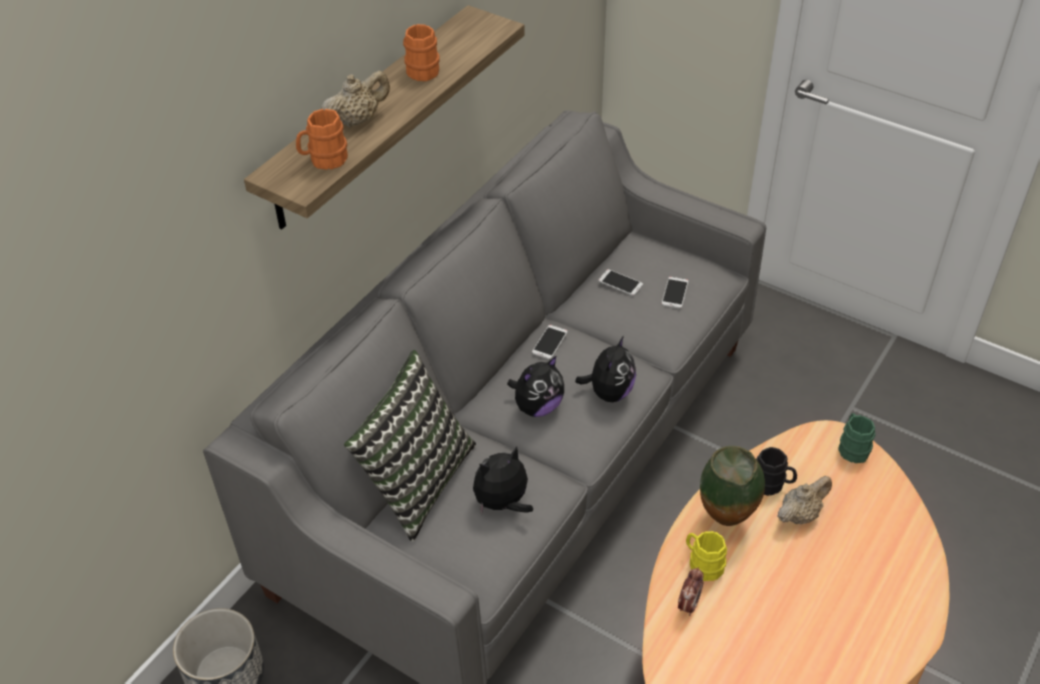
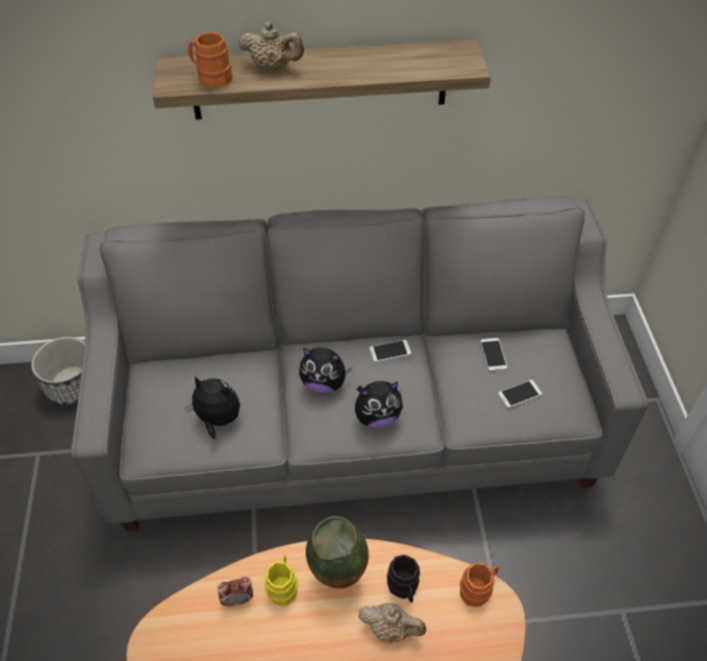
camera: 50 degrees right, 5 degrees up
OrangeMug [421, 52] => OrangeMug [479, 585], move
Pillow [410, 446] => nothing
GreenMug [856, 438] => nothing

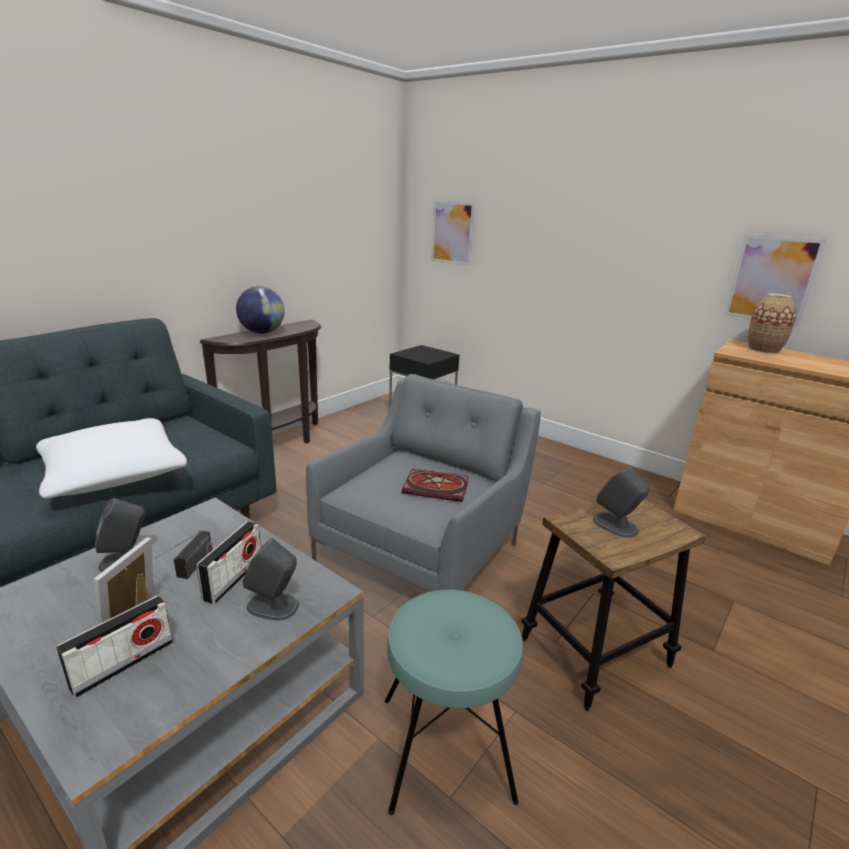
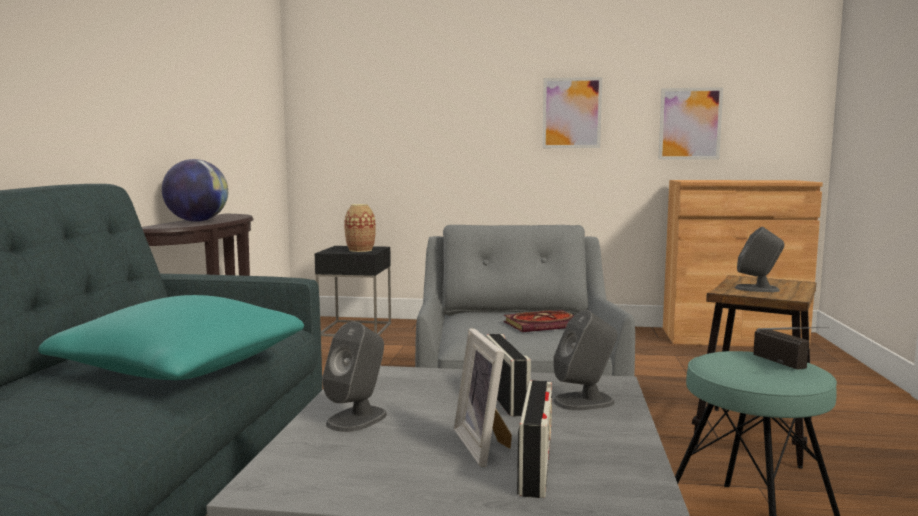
camera: 30 degrees left, 15 degrees down
Picture [453, 233] => Picture [572, 112], move
Vase [772, 324] => Vase [360, 228], move
WhitePillow [111, 458] => TurquoisePillow [171, 337]
Radio [184, 555] => Radio [791, 348], move

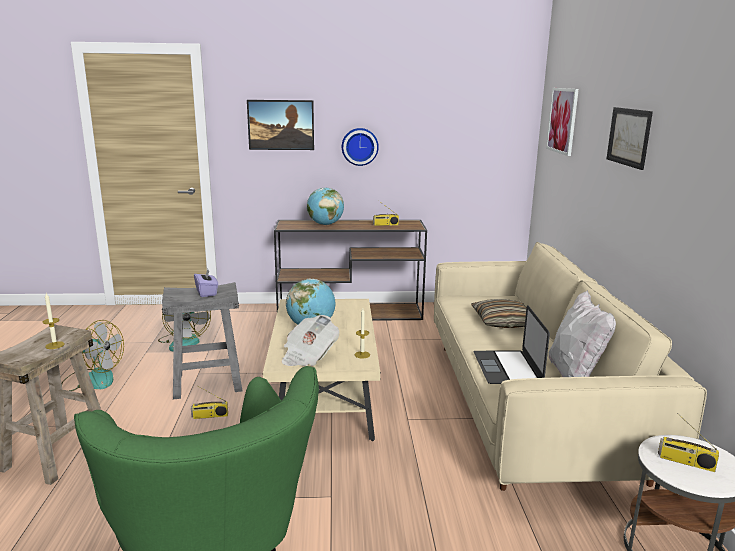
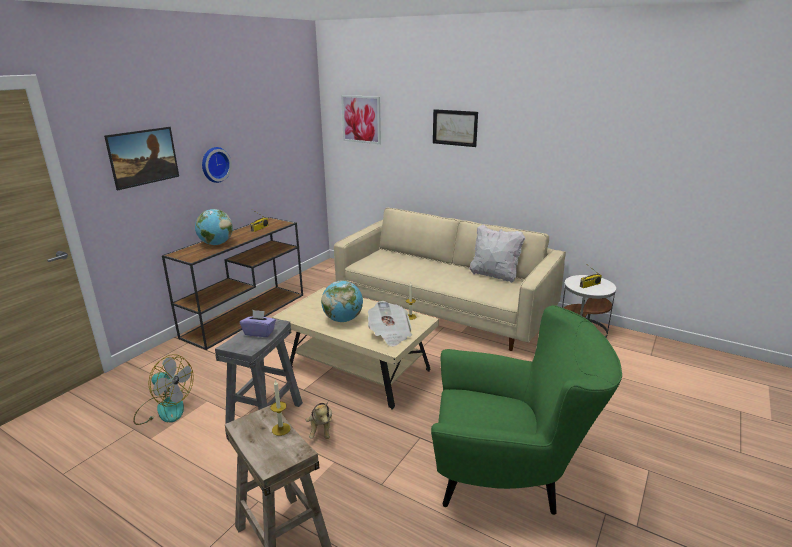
camera: 55 degrees left, 5 degrees up
Pillow [499, 313] => nothing
Laptop [512, 344] => nothing
Fan [92, 355] => nothing
Radio [209, 402] => PlushToy [319, 420]

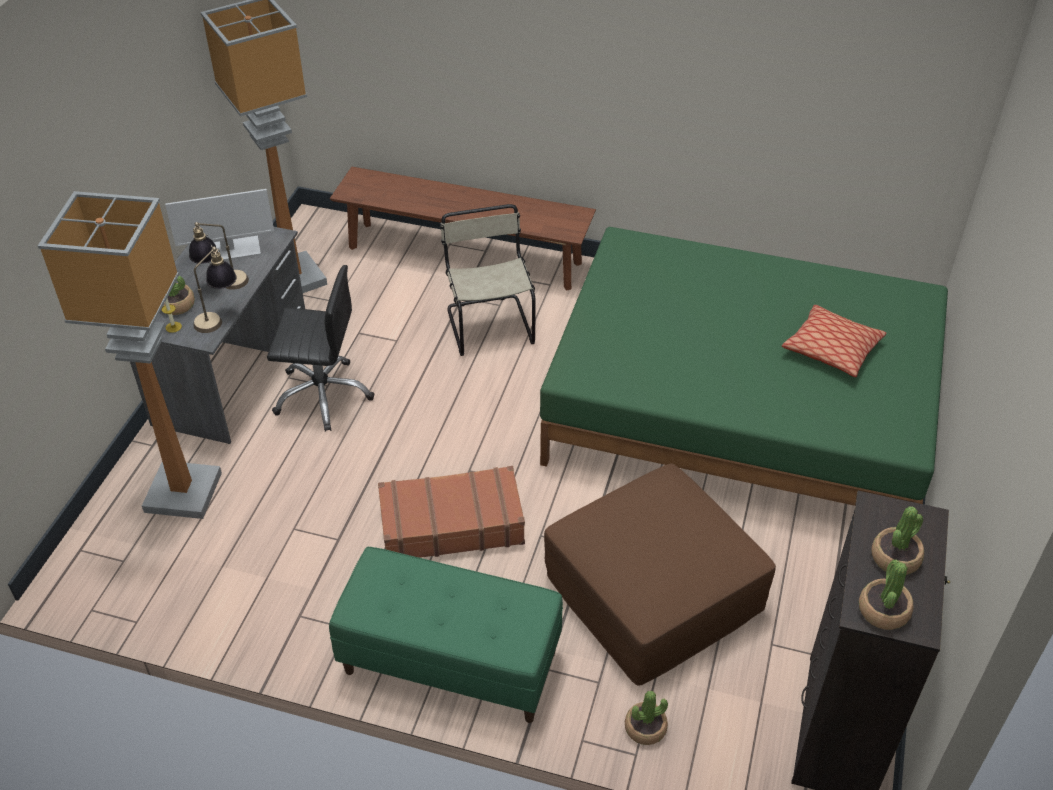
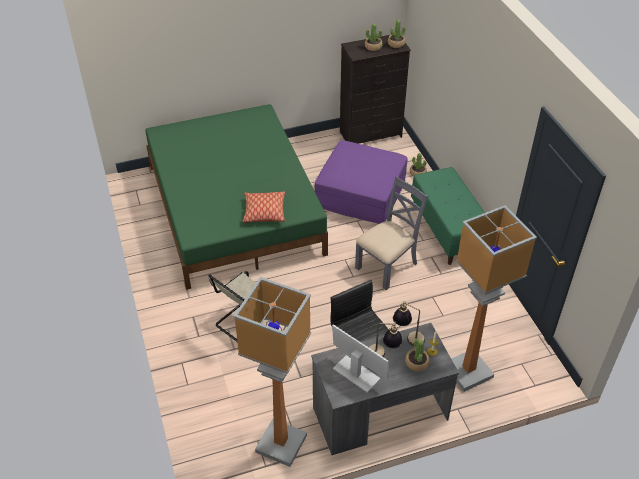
camera: 125 degrees left, 0 degrees up
BrownBench [463, 229] => nothing
Pillow [834, 341] => Pillow [264, 207], move
BrownOttoman [660, 574] => PurpleOttoman [361, 182]
BrownSuitcase [451, 512] => GreyChair [391, 233]

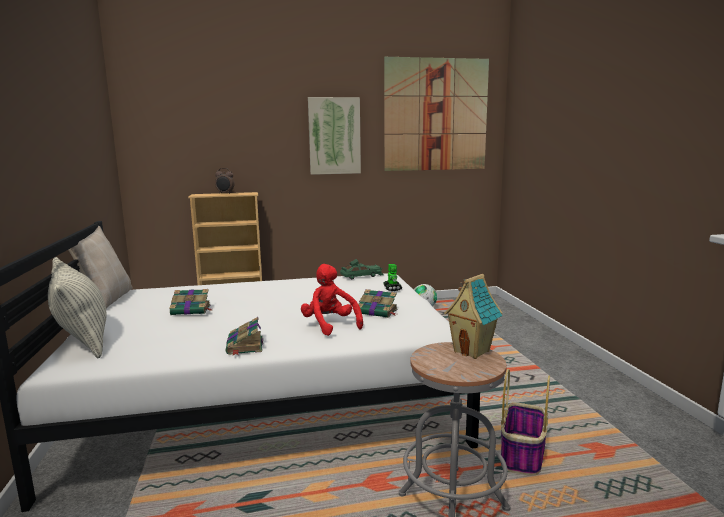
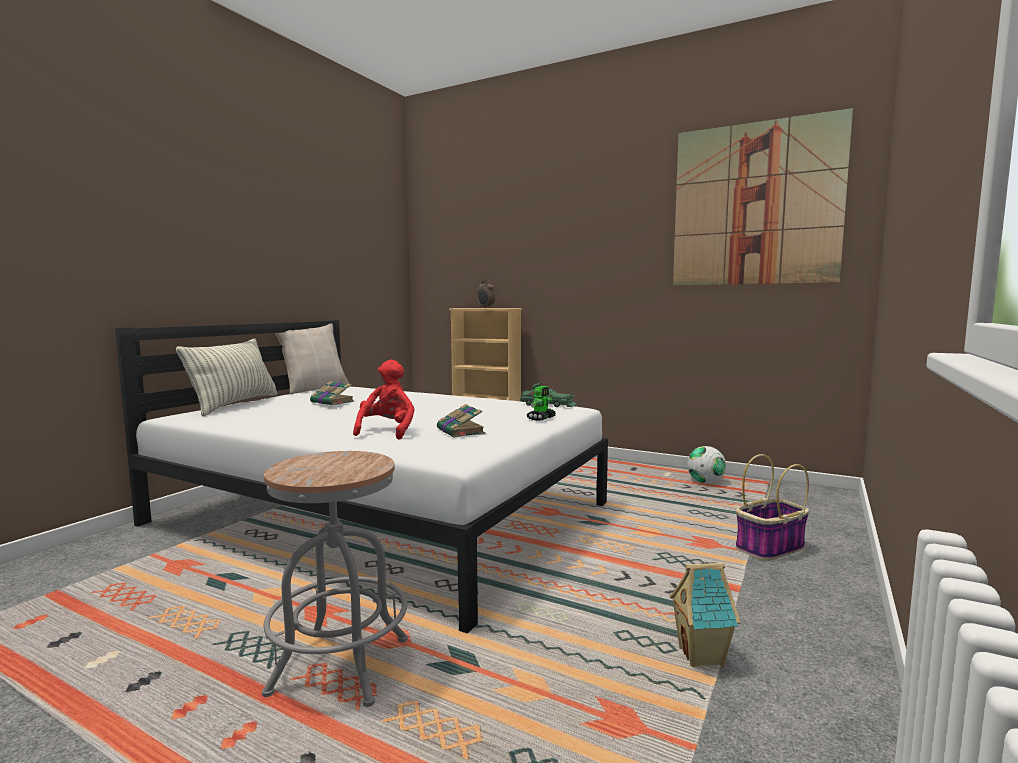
camera: 40 degrees right, 5 degrees down
Picture [334, 136] => nothing
ToyHouse [473, 316] => ToyHouse [705, 614], move
Book [244, 336] => nothing
Basket [525, 422] => Basket [772, 507], move

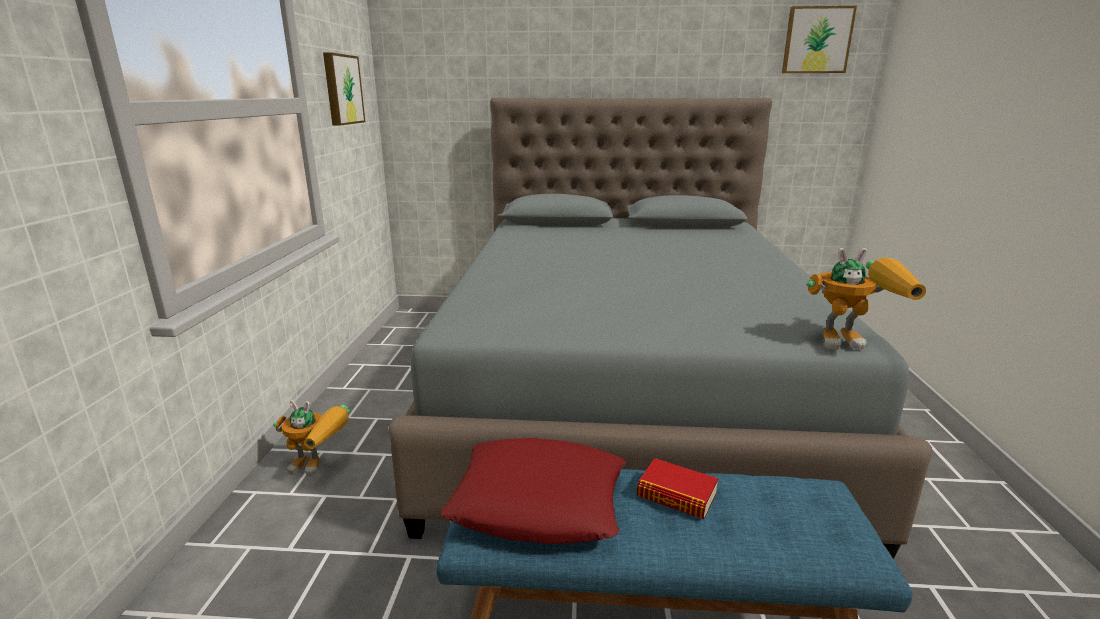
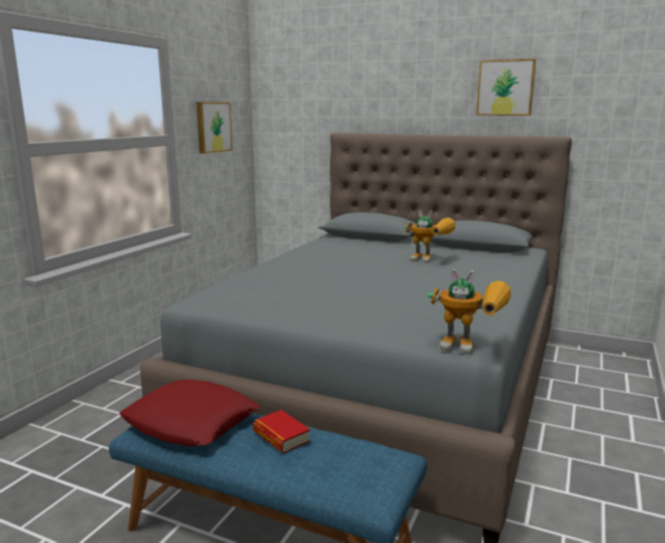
camera: 20 degrees right, 5 degrees down
Picture [819, 39] => Picture [506, 87], move
ToyRobot [311, 438] => ToyRobot [430, 236], move

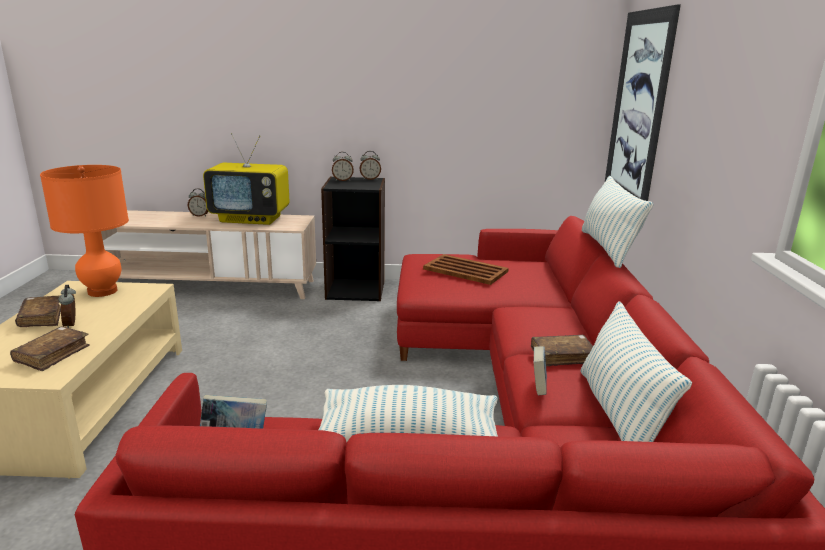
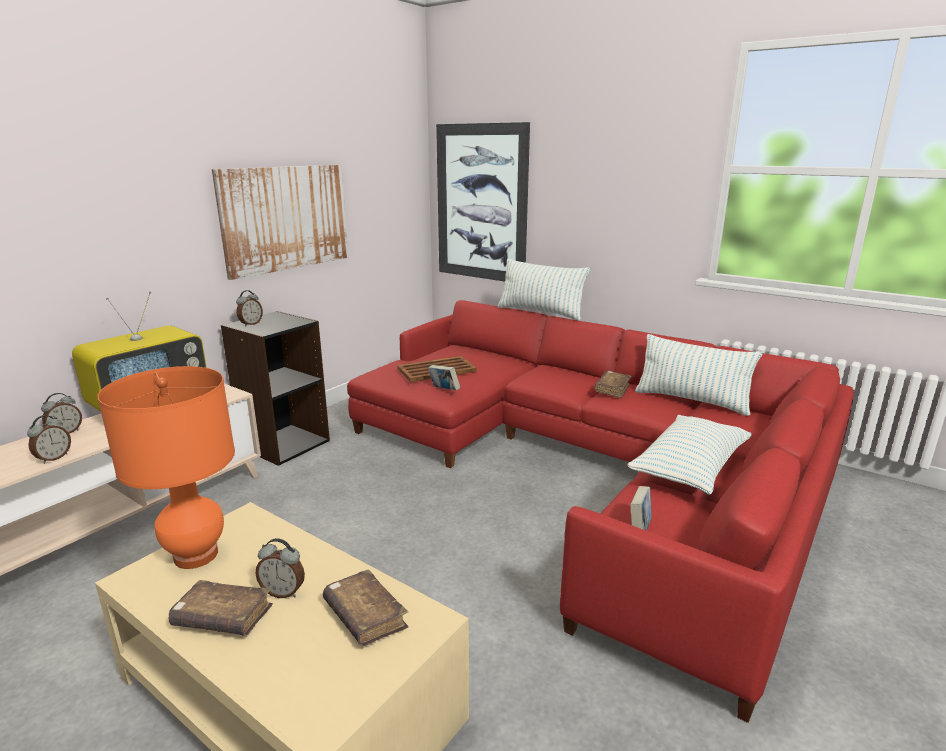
camera: 55 degrees left, 0 degrees up
AlarmClock [370, 165] => AlarmClock [49, 439], move
Book [540, 370] => Book [444, 378], move
nothing => Picture [280, 222]

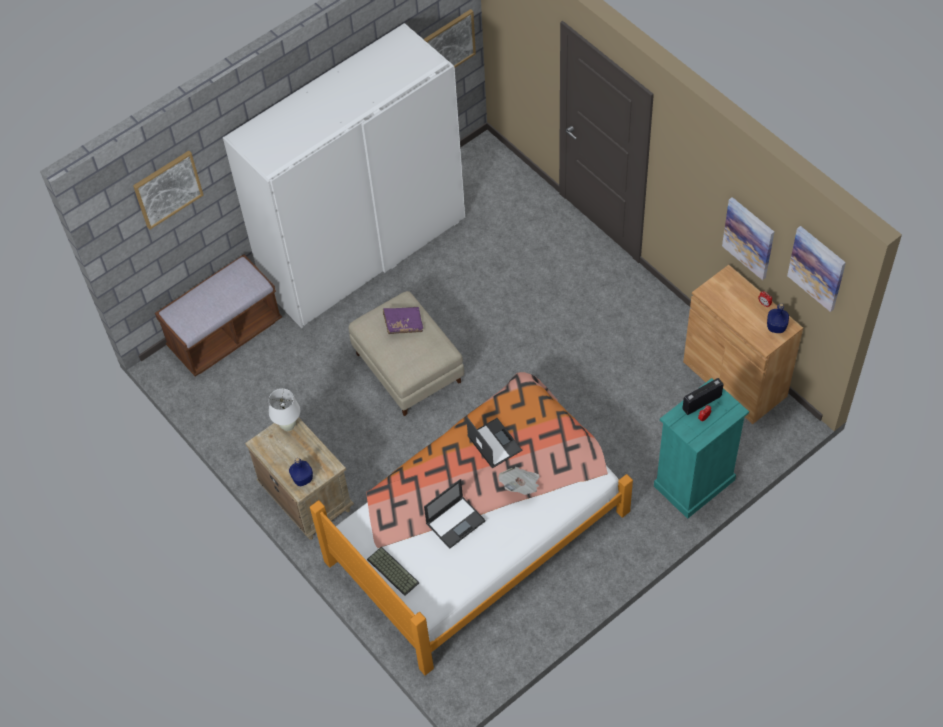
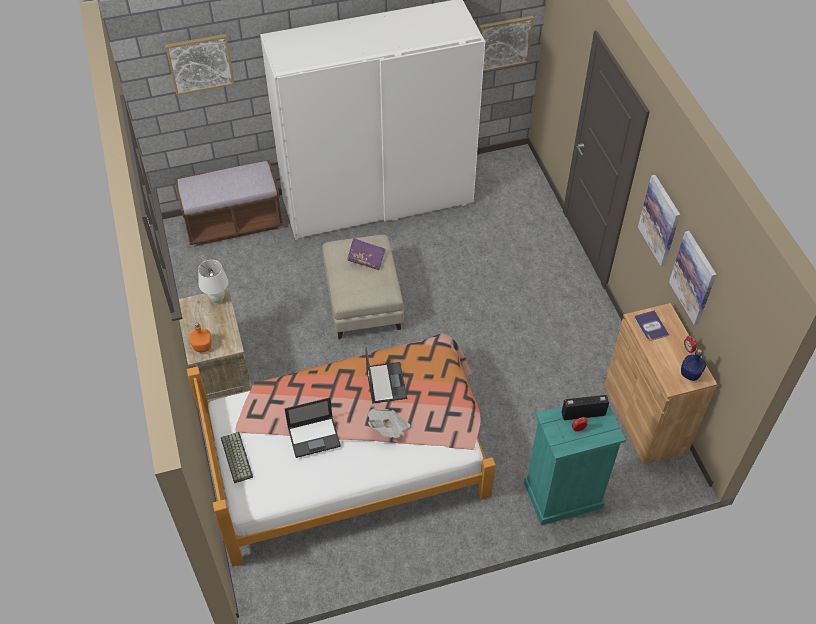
camera: 20 degrees right, 5 degrees down
Picture [816, 269] => Picture [659, 220], move
BlueBottle [301, 472] => OrangeBottle [200, 337]
nothing => Book [651, 325]

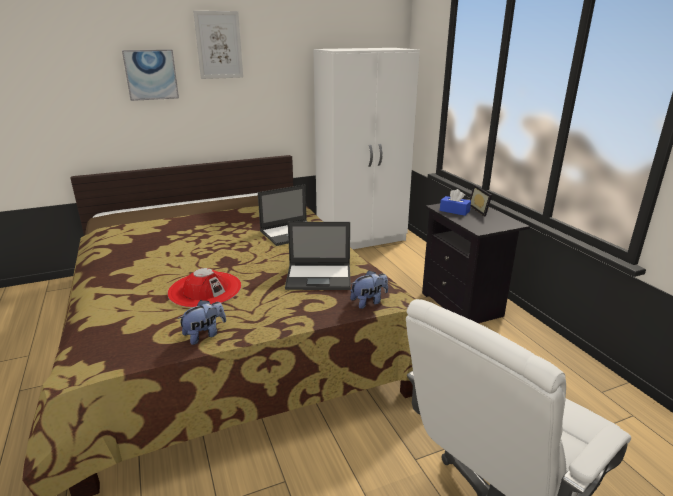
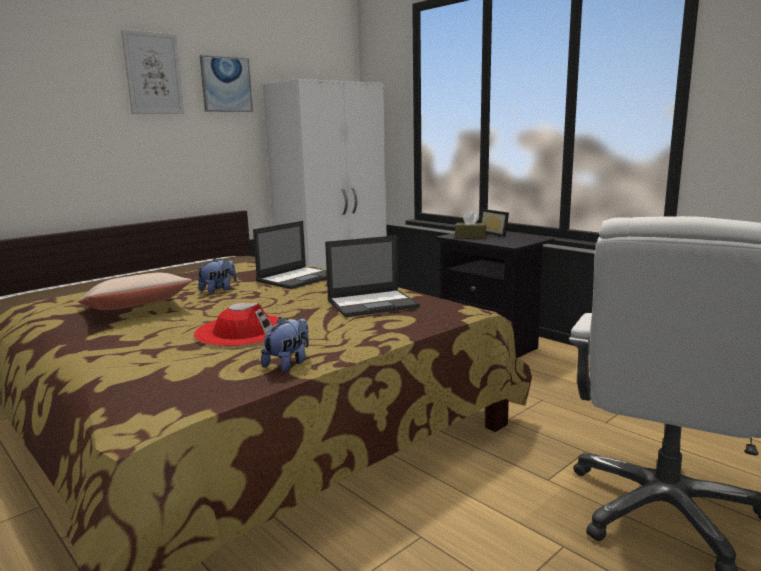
camera: 20 degrees left, 10 degrees down
Picture [150, 75] => Picture [226, 83], move
BlueTissueBox [455, 202] => BrownTissueBox [470, 225]
PlushToy [369, 289] => PlushToy [217, 276], move
nothing => BeigePillow [135, 291]

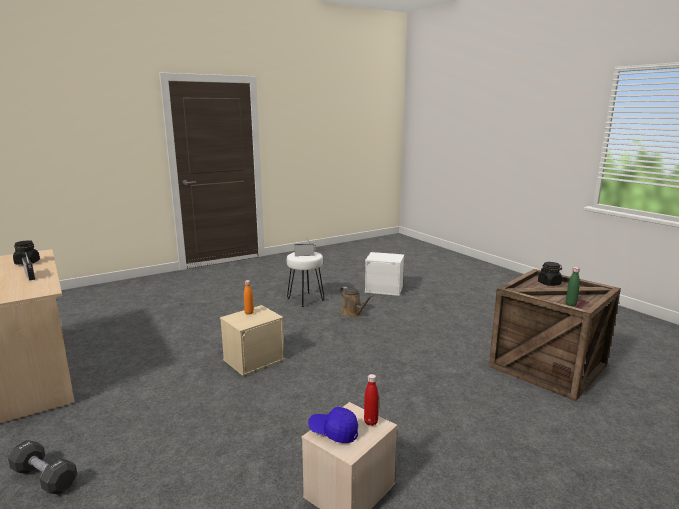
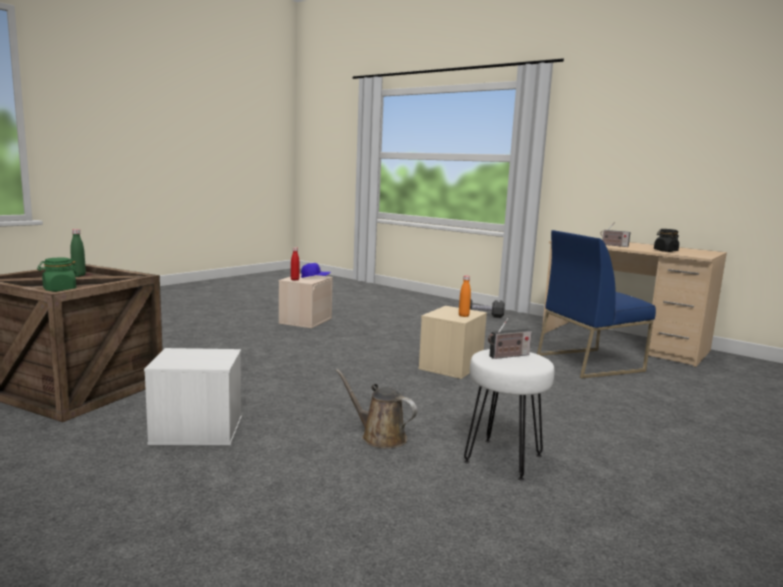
camera: 160 degrees right, 5 degrees down
WhiteStorageBox [384, 274] => WhiteStorageBox [193, 396], move
BlackJar [550, 274] => GreenJar [58, 275]
nothing => BlueChair [596, 304]

